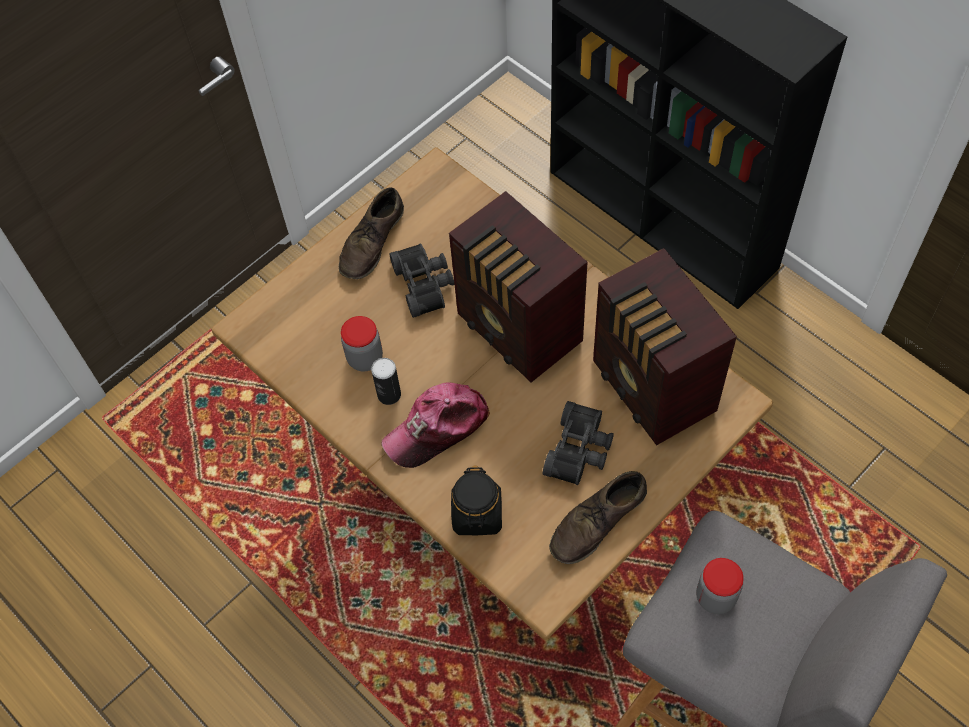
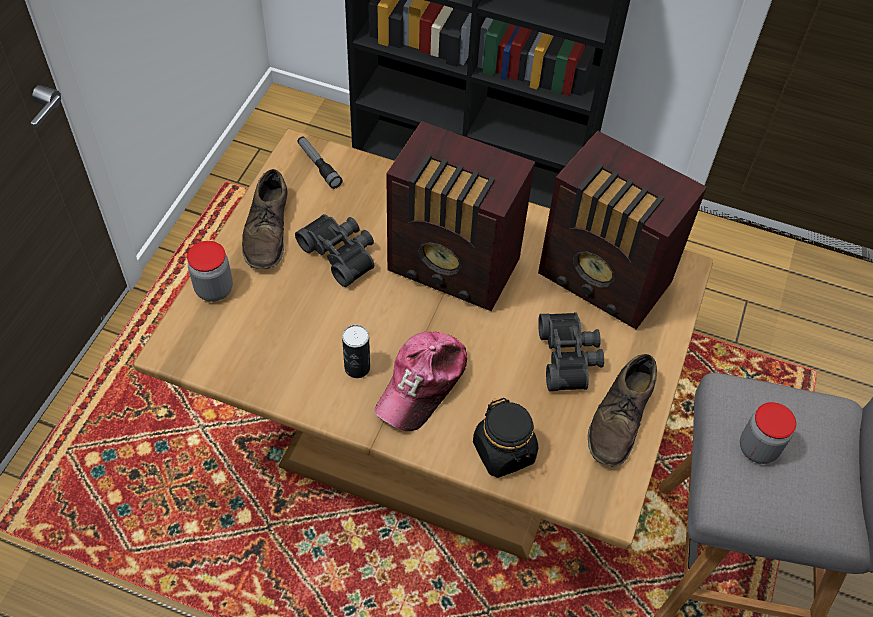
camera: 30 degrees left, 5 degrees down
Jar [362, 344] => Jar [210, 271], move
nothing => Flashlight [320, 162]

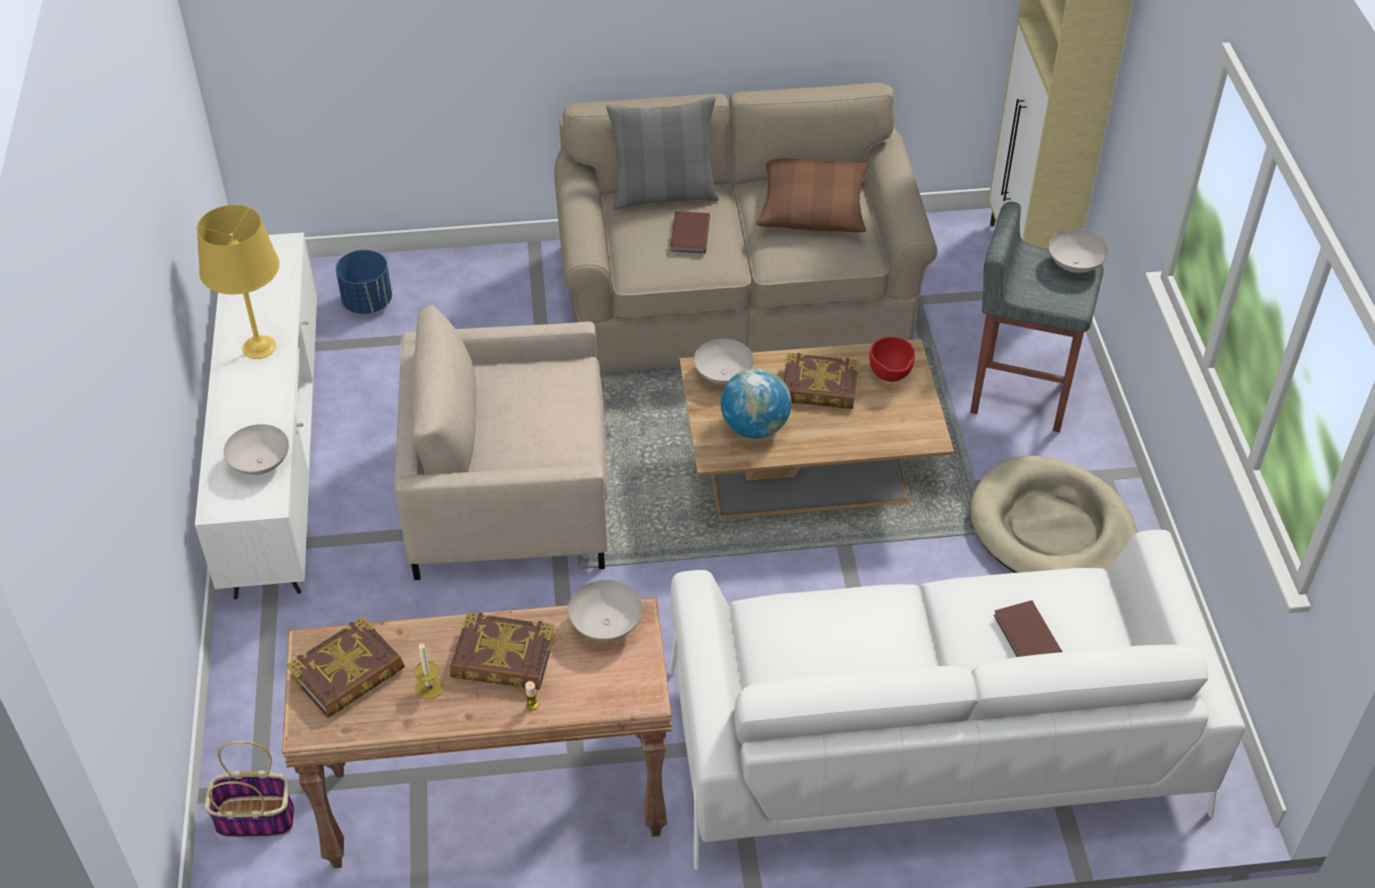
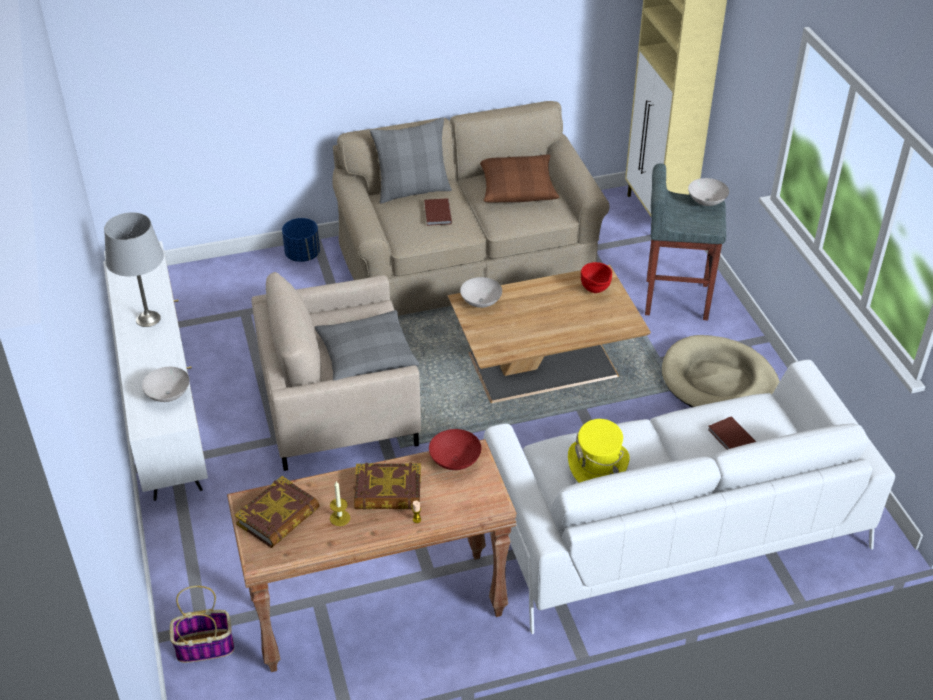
camera: 10 degrees left, 5 degrees down
YellowTableLamp [238, 282] => GreyTableLamp [134, 269]
BluePlanter [364, 282] => BluePlanter [301, 240], move
Book [821, 381] => nothing
Globe [756, 403] => nothing
WhiteBowl [605, 610] => RedBowl [455, 449]
nothing => GreyPillow [366, 345]
nothing => YellowHat [599, 451]

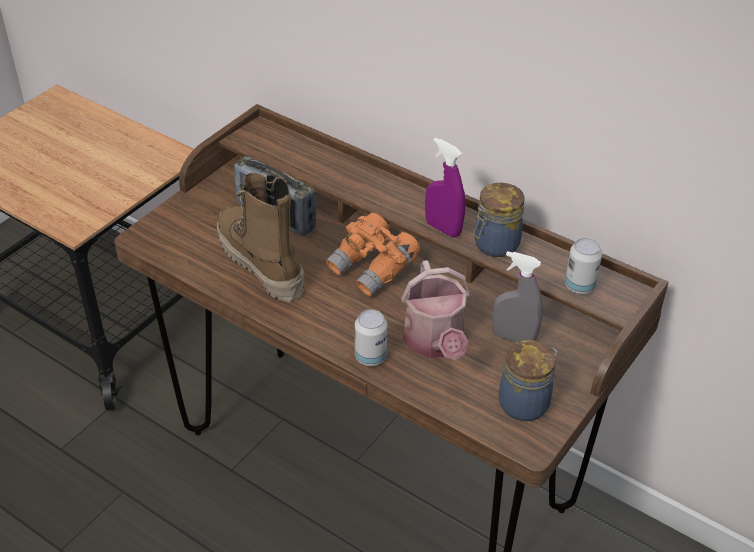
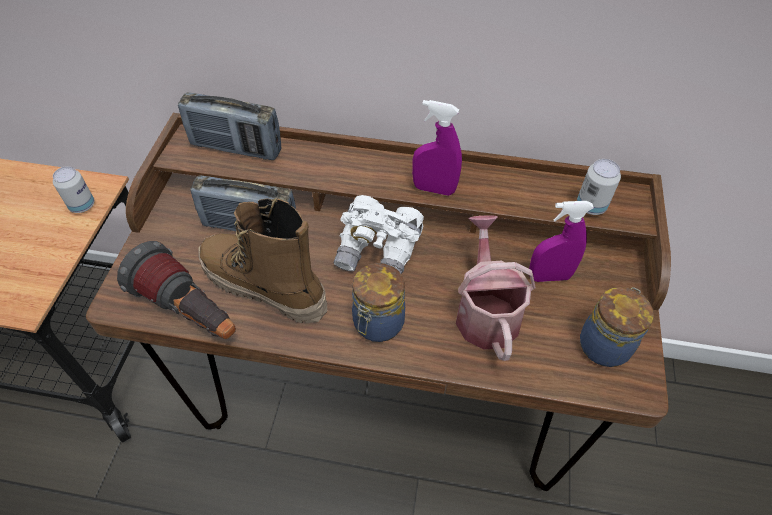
camera: 25 degrees left, 10 degrees up
Jar [499, 220] => Jar [378, 302], move
OrangeBinoculars [373, 255] => WhiteBinoculars [378, 234]
GreySprayBottle [517, 296] => PurpleSprayBottle [561, 241]
WateringCan [436, 310] => WateringCan [496, 288], 150 degrees counterclockwise
Can [371, 337] => Can [74, 189], move
nothing => Radio [229, 126]
nothing => Flashlight [176, 290]

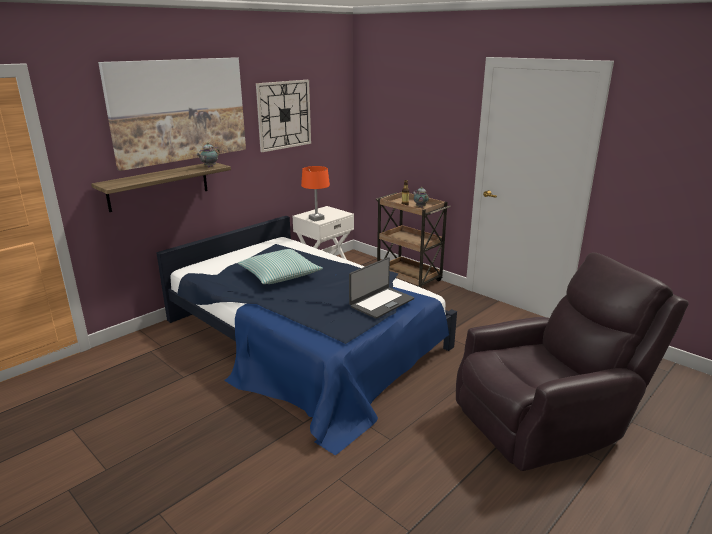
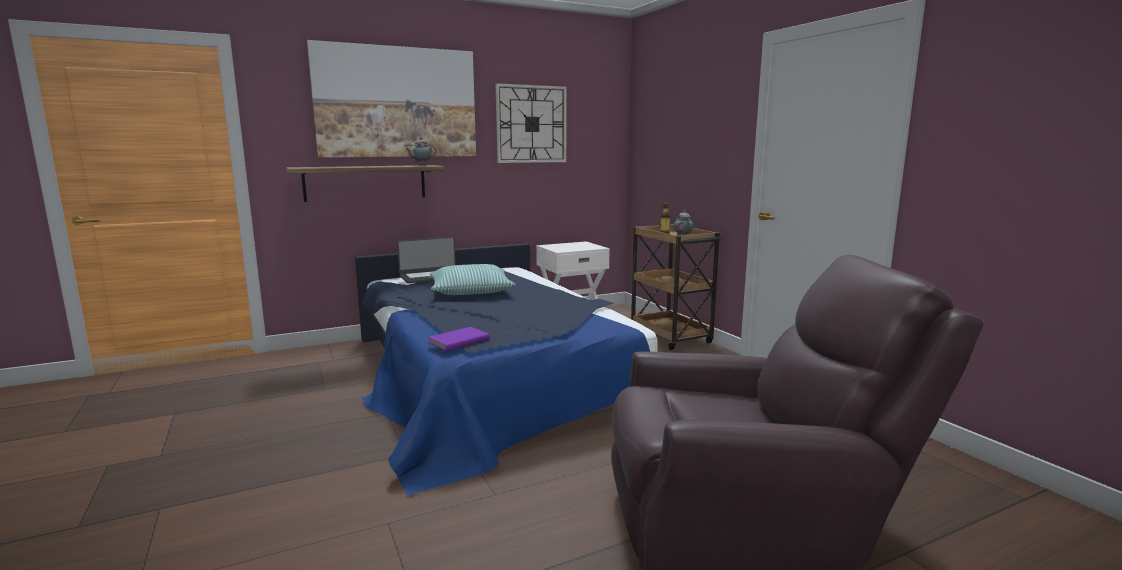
camera: 20 degrees right, 10 degrees down
OrangeTableLamp [315, 193] => nothing
Laptop [381, 288] => Laptop [426, 260], move
nothing => PurpleBook [459, 339]

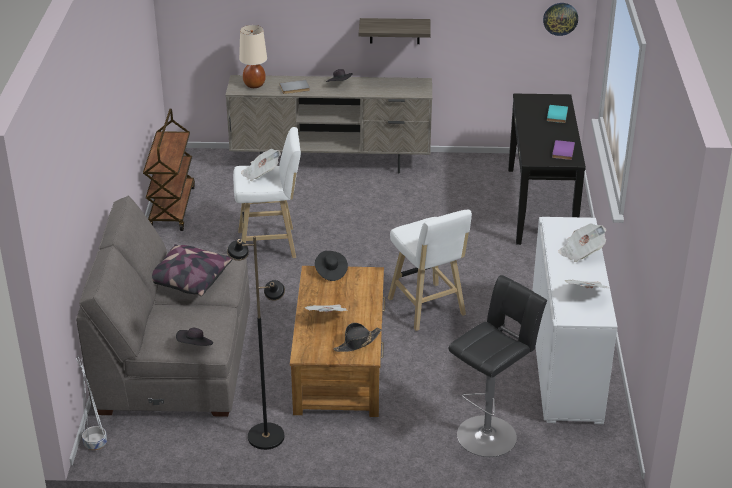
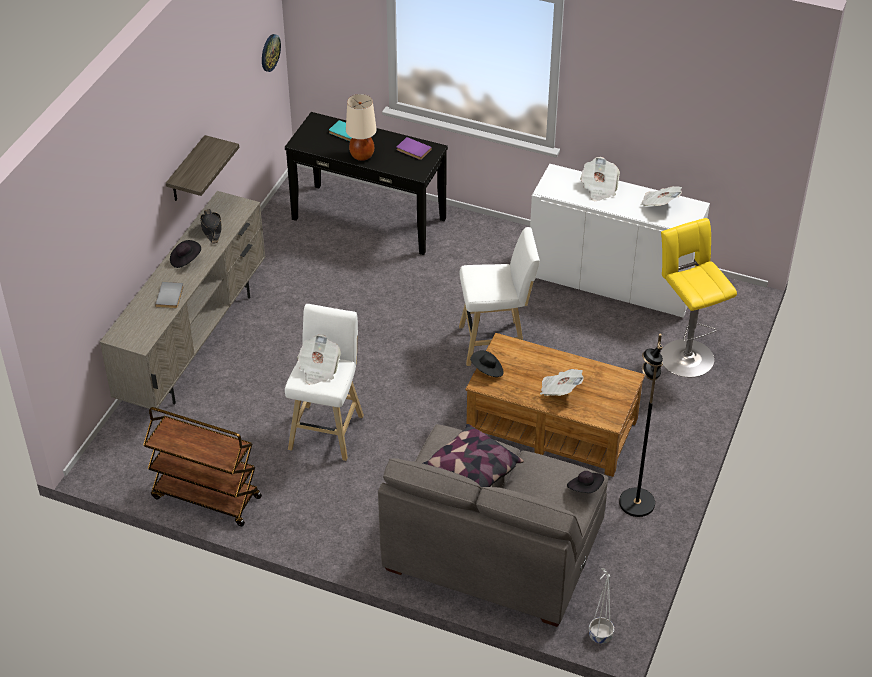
camera: 70 degrees left, 10 degrees up
BeigeTableLamp [253, 56] => BeigeTableLamp [361, 127], move
BlackStool [497, 366] => YellowStool [699, 297]
BlackHat [357, 337] => BlackHat [211, 226], move

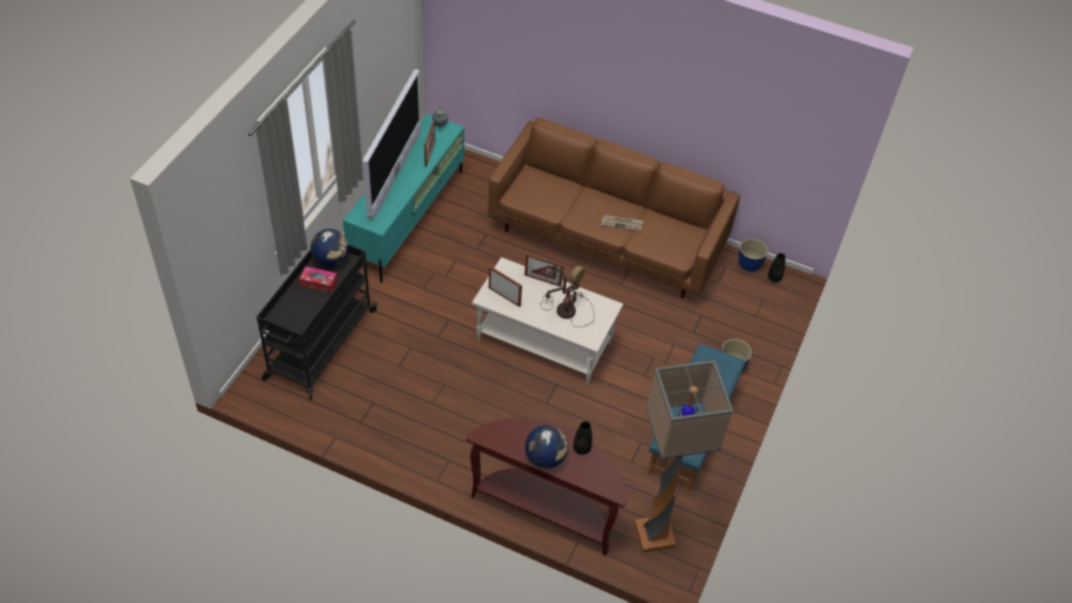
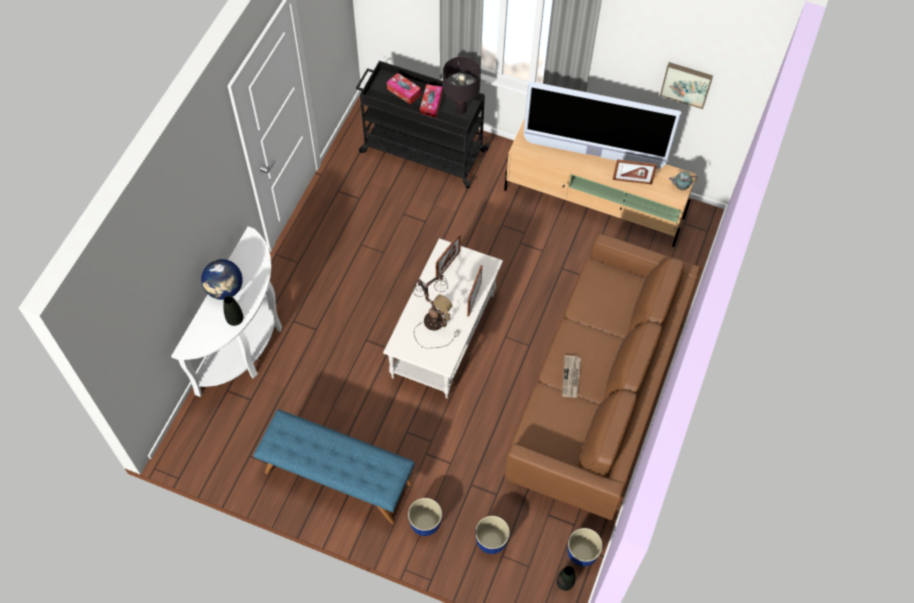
camera: 90 degrees right, 10 degrees up
TurquoiseTvStand [403, 198] => BeigeTvStand [600, 183]
Globe [330, 248] => BlackTableLamp [462, 85]
FloorLamp [684, 456] => nothing
BrownConsoleTable [546, 487] => WhiteConsoleTable [226, 311]
nothing => Picture [686, 85]
nothing => TissueBox [404, 89]
nothing => Planter [492, 535]

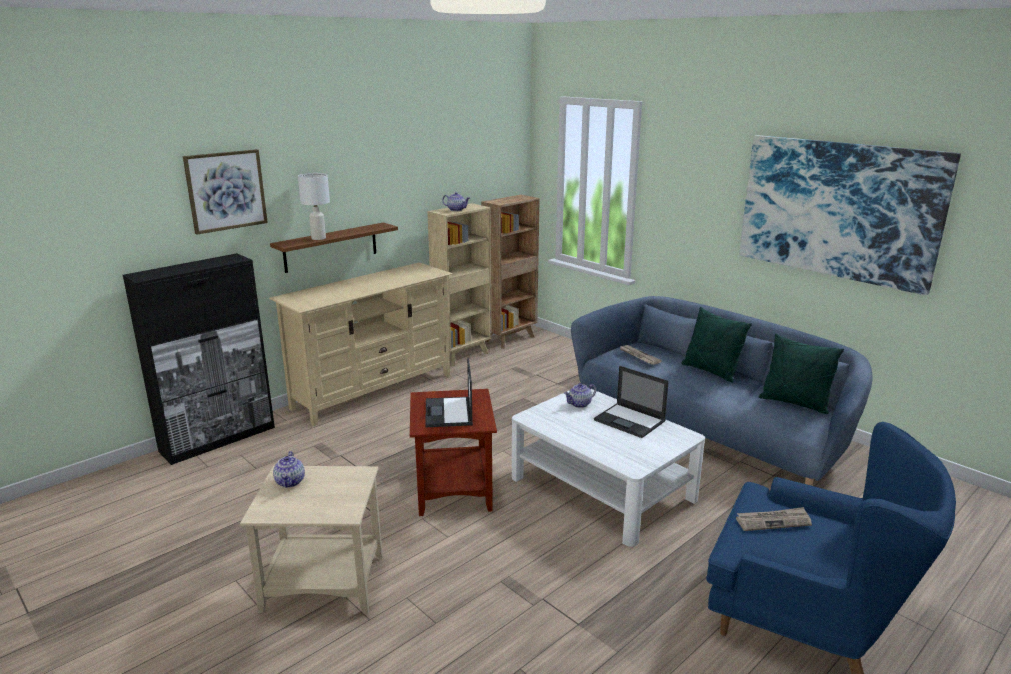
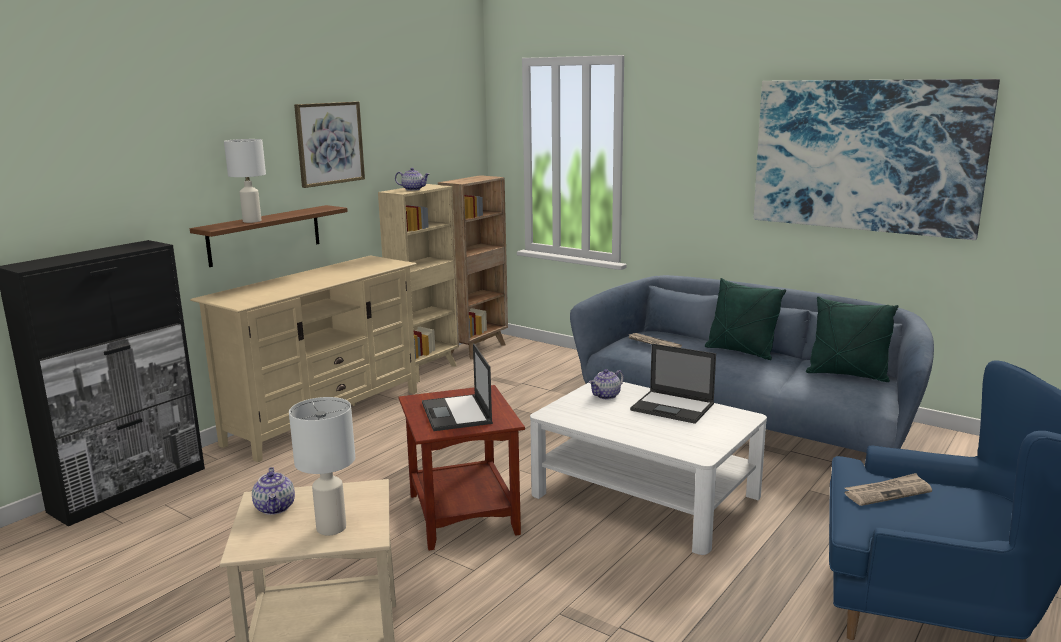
camera: 10 degrees left, 5 degrees down
Picture [225, 191] => Picture [329, 145], move
nothing => WhiteTableLamp [322, 466]

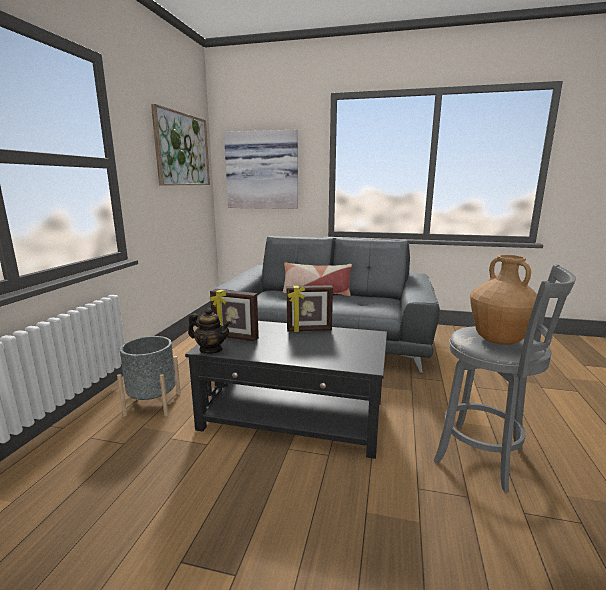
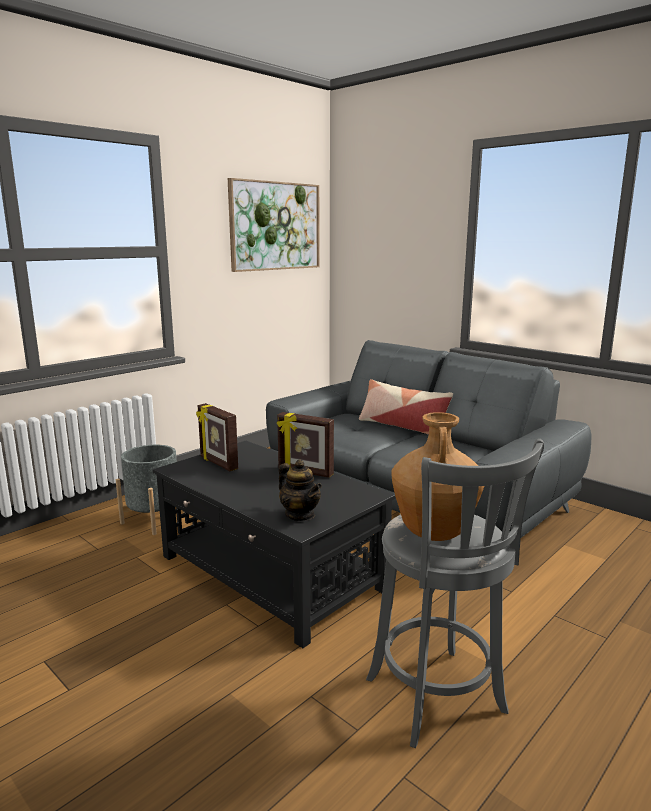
camera: 30 degrees right, 0 degrees up
Picture [261, 169] => nothing
Teapot [209, 331] => Teapot [300, 490], move

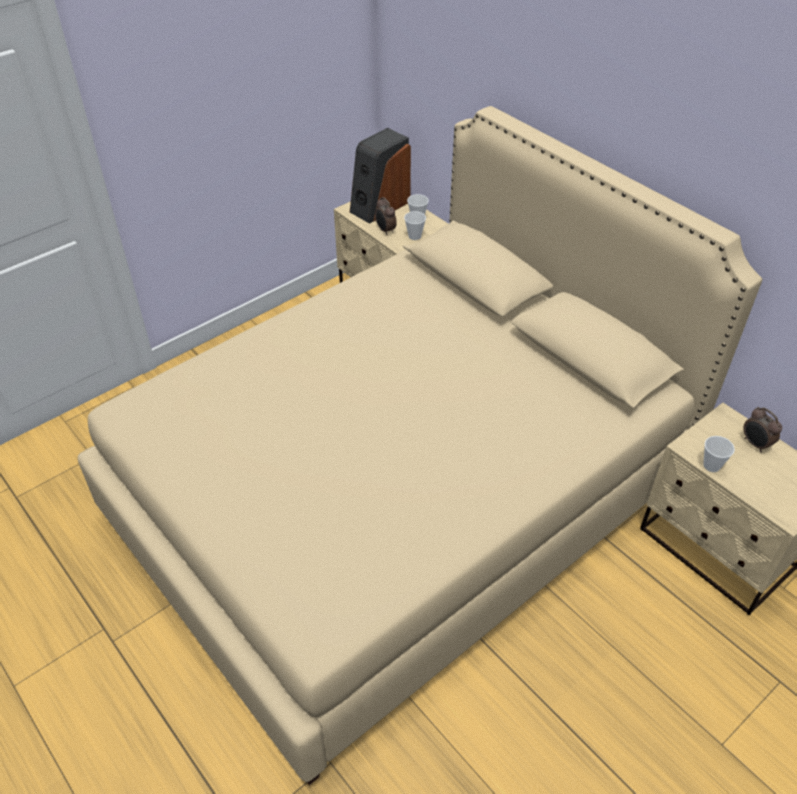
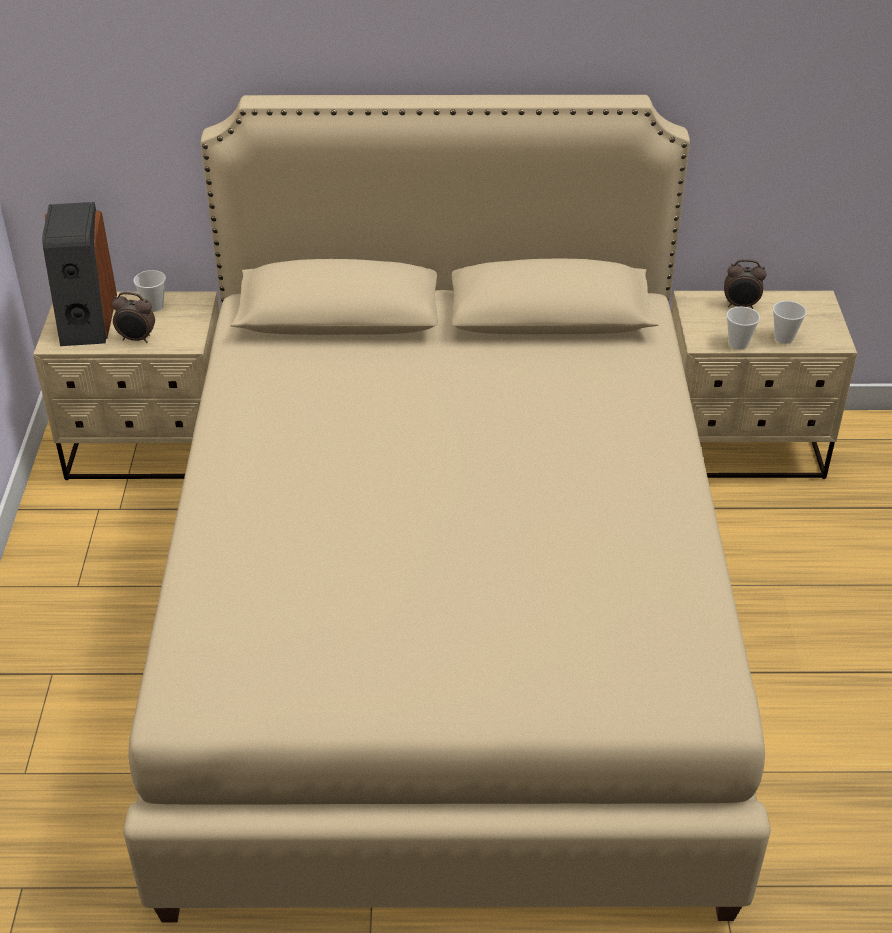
camera: 50 degrees left, 5 degrees down
Cup [415, 225] => Cup [790, 322], move

